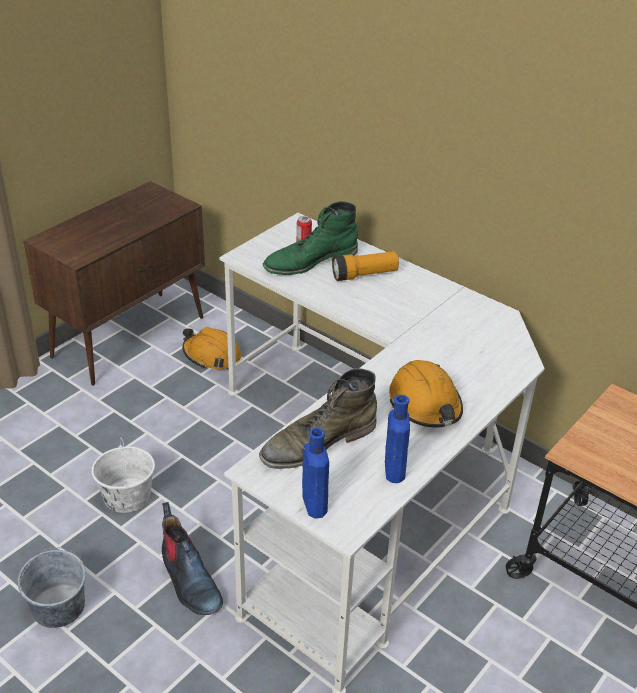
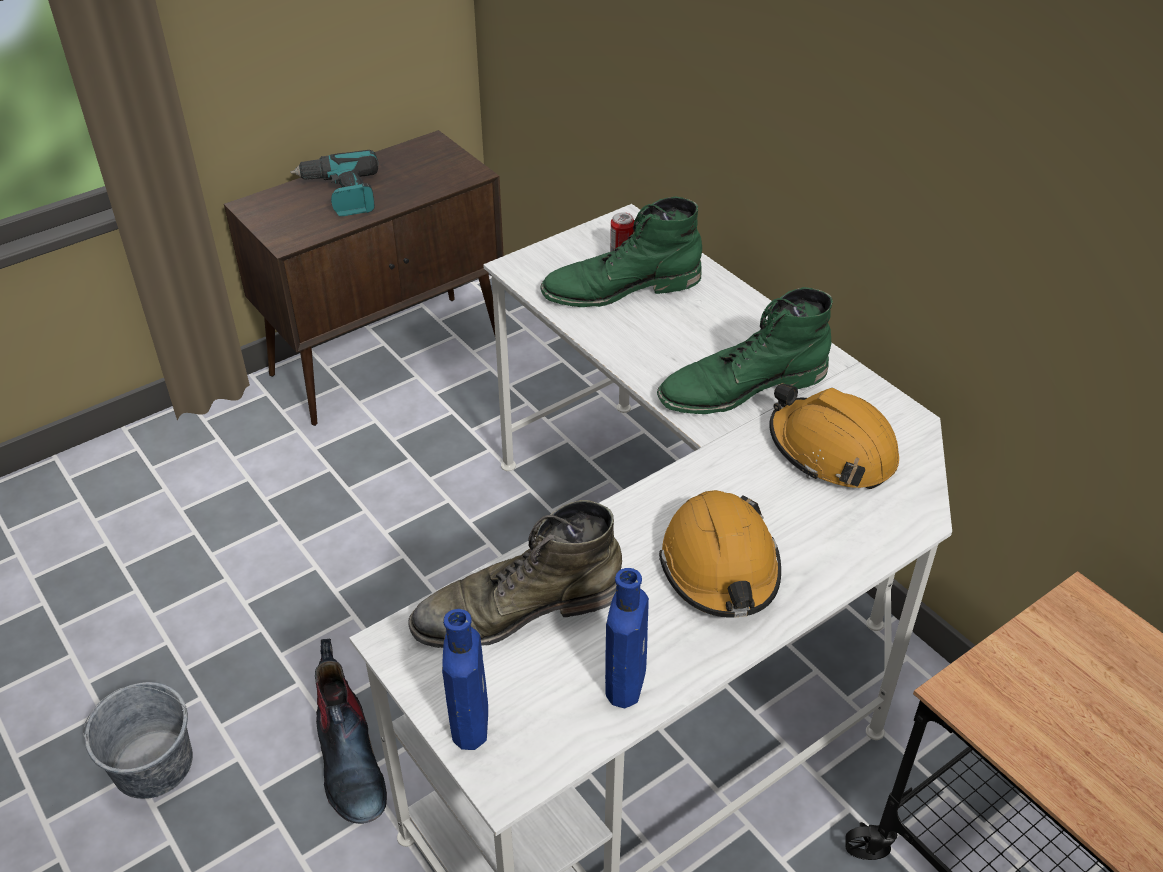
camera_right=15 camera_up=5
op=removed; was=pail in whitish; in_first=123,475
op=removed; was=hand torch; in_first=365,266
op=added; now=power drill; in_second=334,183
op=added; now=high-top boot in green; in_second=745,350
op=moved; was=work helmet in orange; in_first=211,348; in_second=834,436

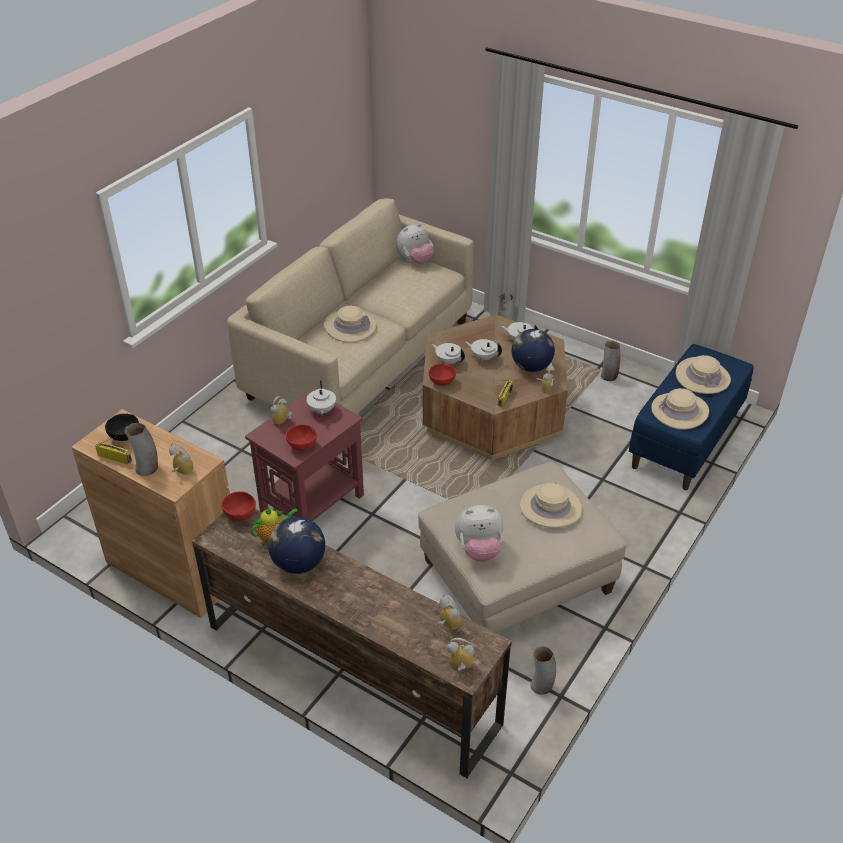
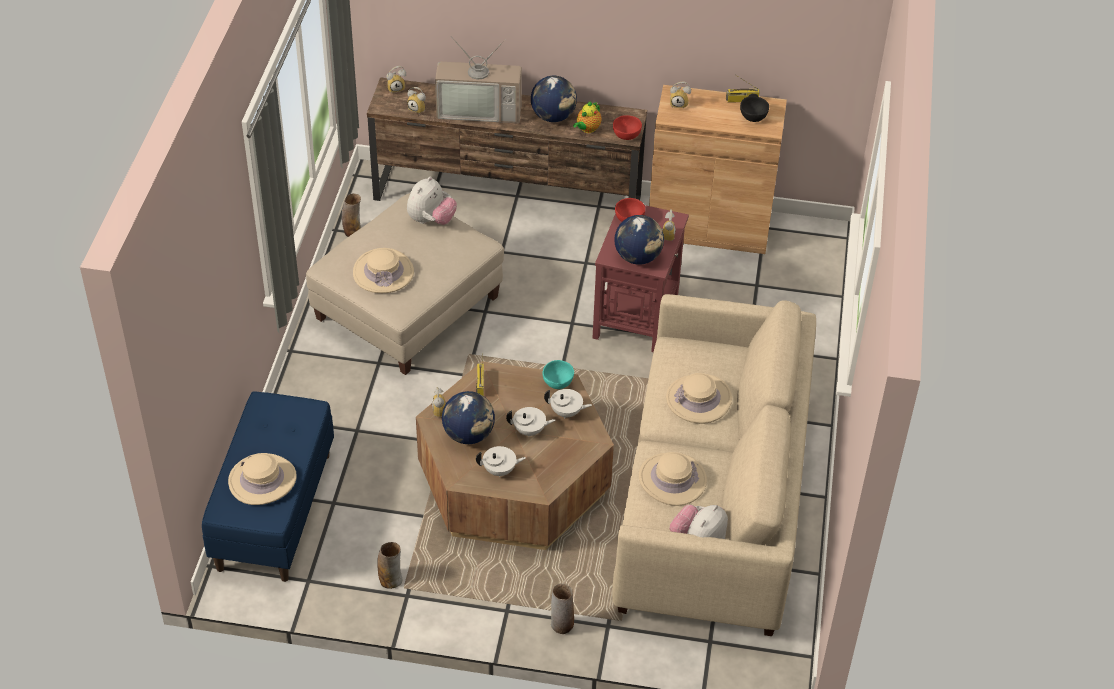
camera_right=155 camera_up=5
op=removed; was=flower vase; in_first=141,449
op=added; now=TV set; in_second=478,79
op=moved; was=wearable hat in sand-coloured; in_first=680,409; in_second=673,479
op=replaced; was=tea pot in whitish; now=world globe; in_first=321,398; in_second=639,240
op=recoloured; was=deep dish in reddish; now=deep dish in turquoise-coloured; in_first=442,374; in_second=558,374
op=turned; was=soft toy; in_first=479,533; in_second=432,201; clockwise=150

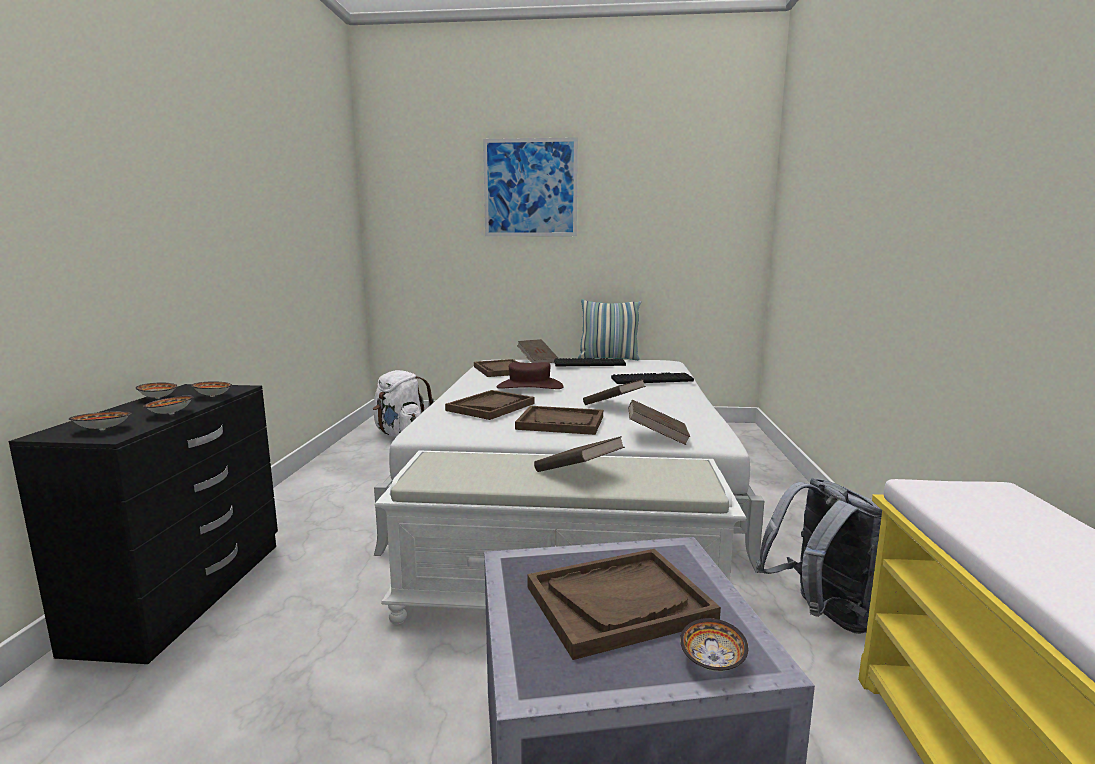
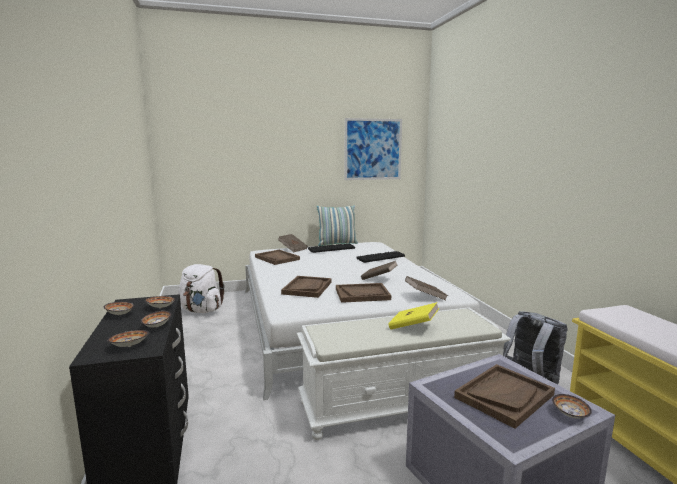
camera_right=-20 camera_up=0
op=removed; was=wearable hat in brown; in_first=530,375
op=moved; was=picture; in_first=530,186; in_second=373,149
op=recoloured; was=volume in brown; now=volume in yellowish; in_first=579,454; in_second=414,315

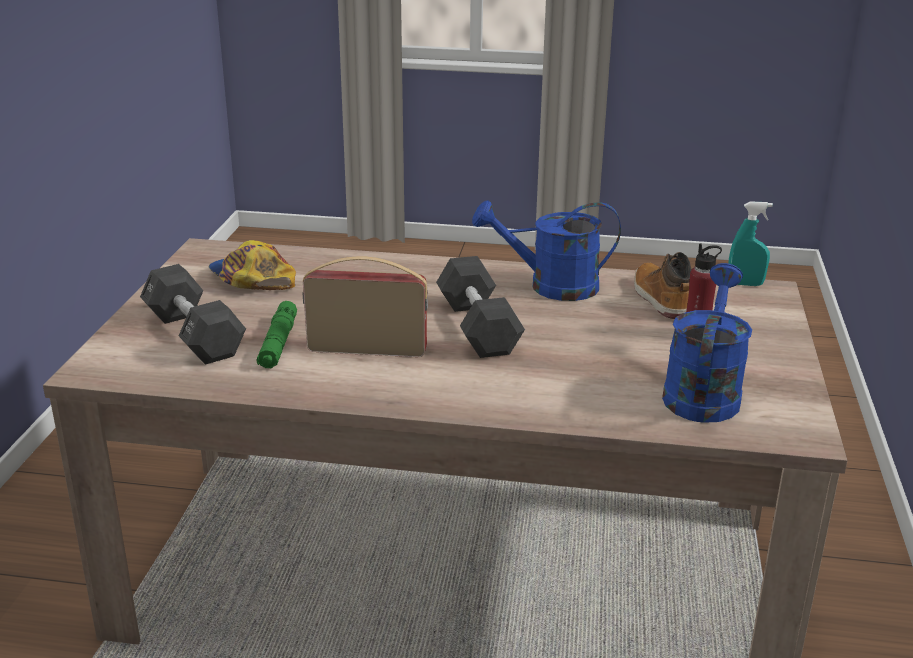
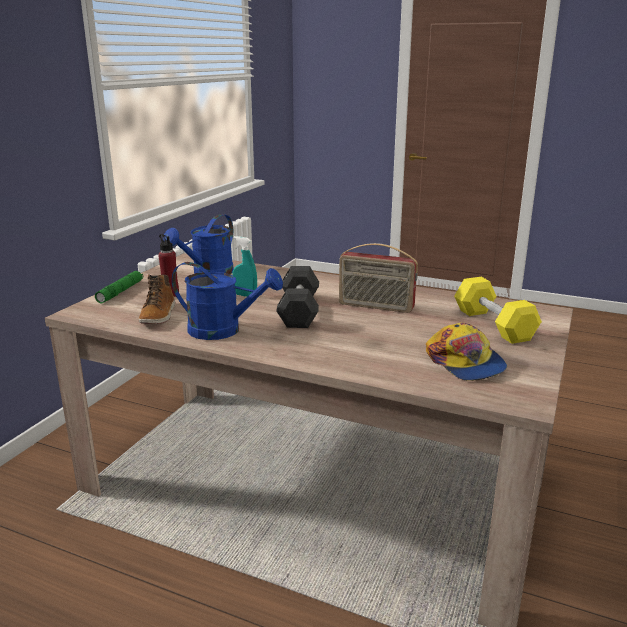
camera_right=-165 camera_up=-5
op=moved; was=hand torch in green; in_first=276,334; in_second=119,287
op=moved; was=sprayer in turquoise-coloured; in_first=750,243; in_second=245,266
op=recoloured; was=hand weight in blackish; now=hand weight in yellowish; in_first=193,314; in_second=498,310

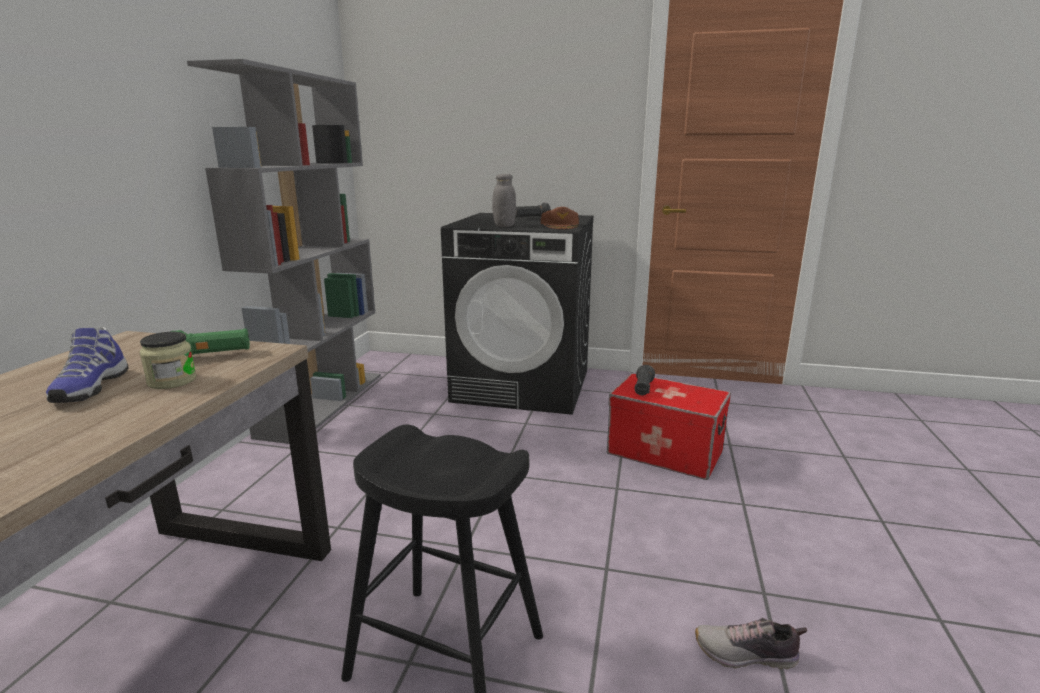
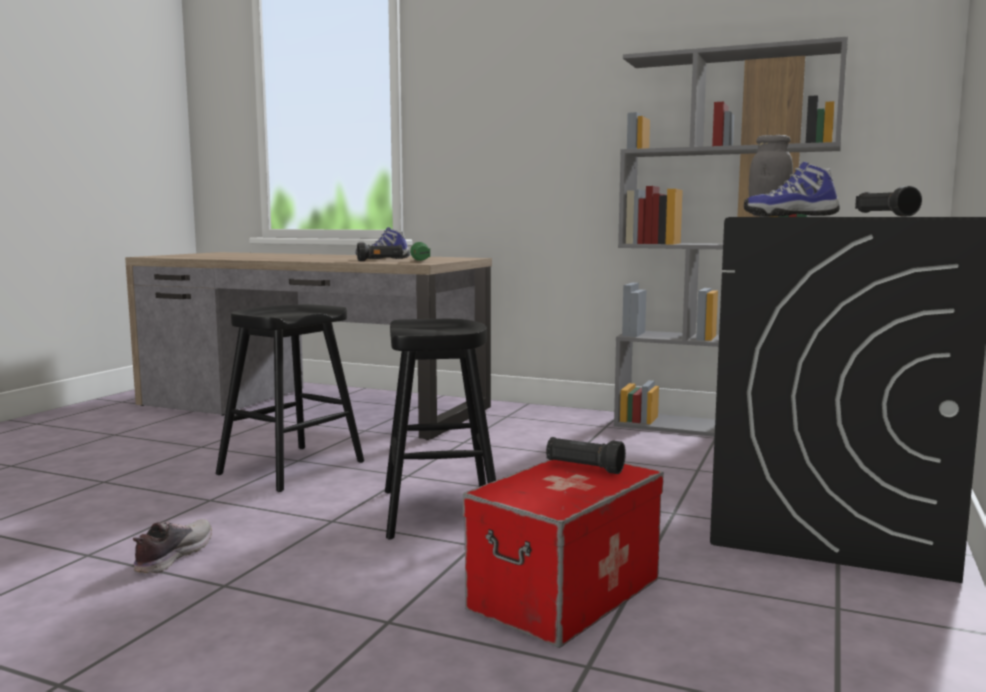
camera_right=100 camera_up=-10
op=added; now=stool seat in blackish; in_second=440,429
op=replaced; was=jar; now=hand torch in blackish; in_first=168,360; in_second=380,251
op=replaced; was=cap in brown; now=item of footwear; in_first=560,218; in_second=792,189

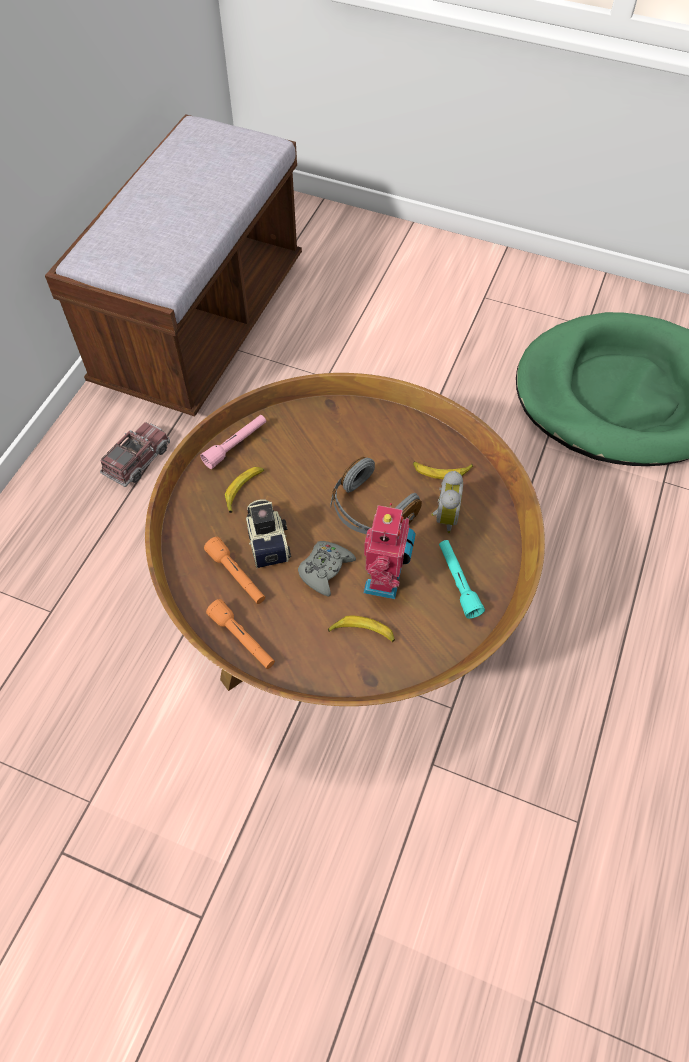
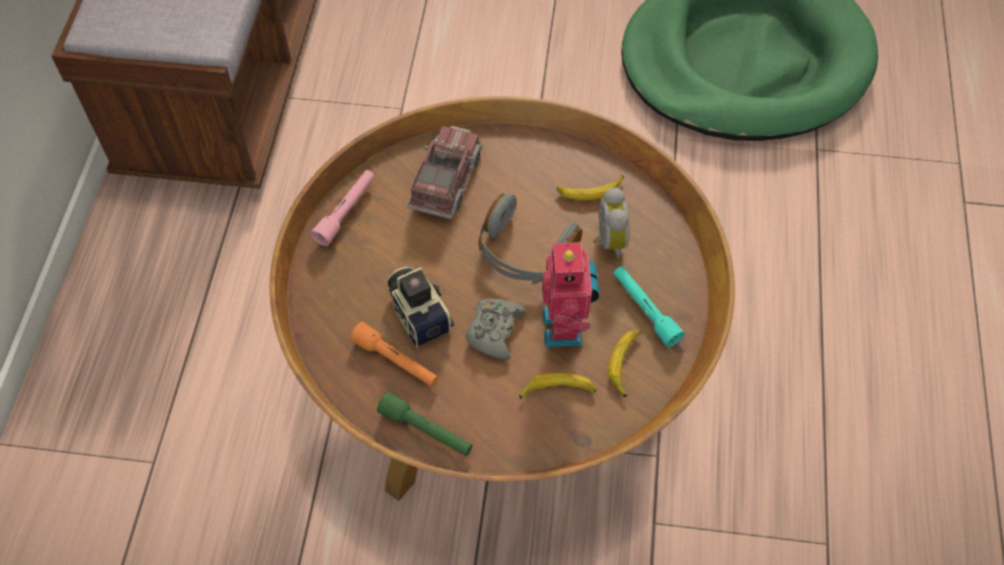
camera_right=-15 camera_up=0
op=moved; was=toy truck; in_first=135,454; in_second=444,172
op=moved; was=banana; in_first=244,490; in_second=624,363
op=recoloured; was=hand torch in orange; now=hand torch in green; in_first=240,634; in_second=425,423

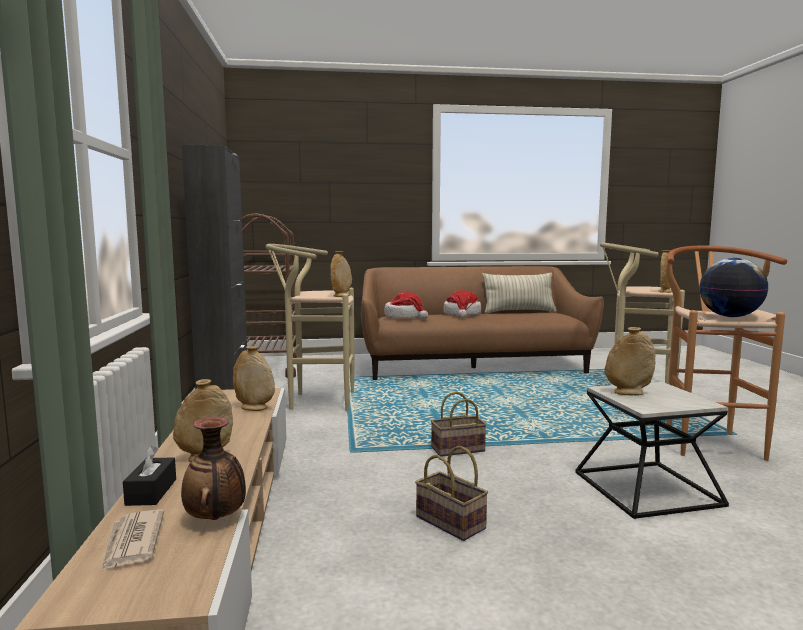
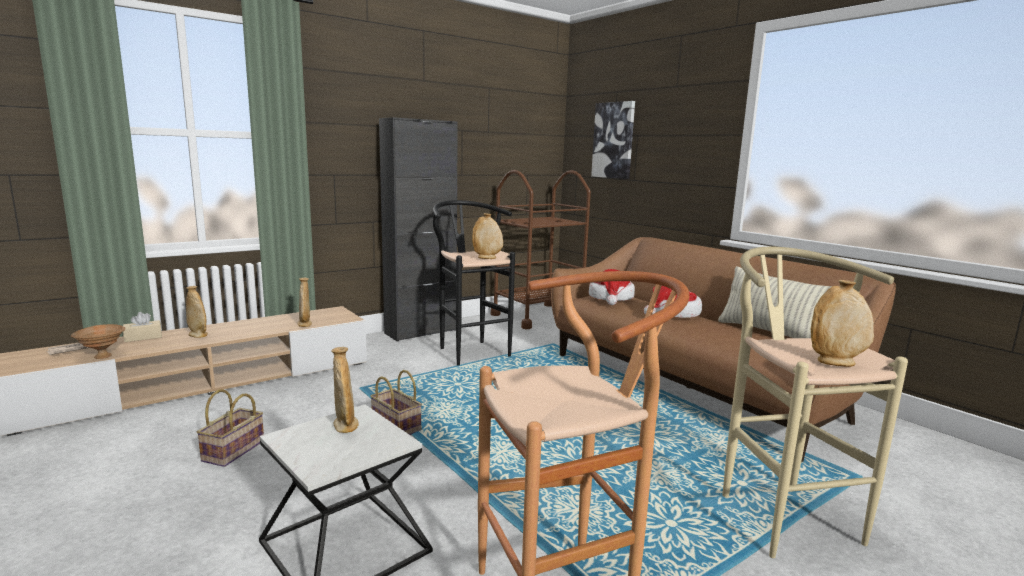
camera_right=60 camera_up=5
op=removed; was=world globe; in_first=733,287
op=added; now=picture; in_second=613,140
op=replaced; was=flower vase; now=deep dish in brown; in_first=213,468; in_second=98,341
op=recoloured; was=tissue holder in blackish; now=tissue holder in sand-coloured; in_first=149,476; in_second=142,327
op=recoloured; was=stool seat in sand-coloured; now=stool seat in blackish; in_first=310,327; in_second=474,283

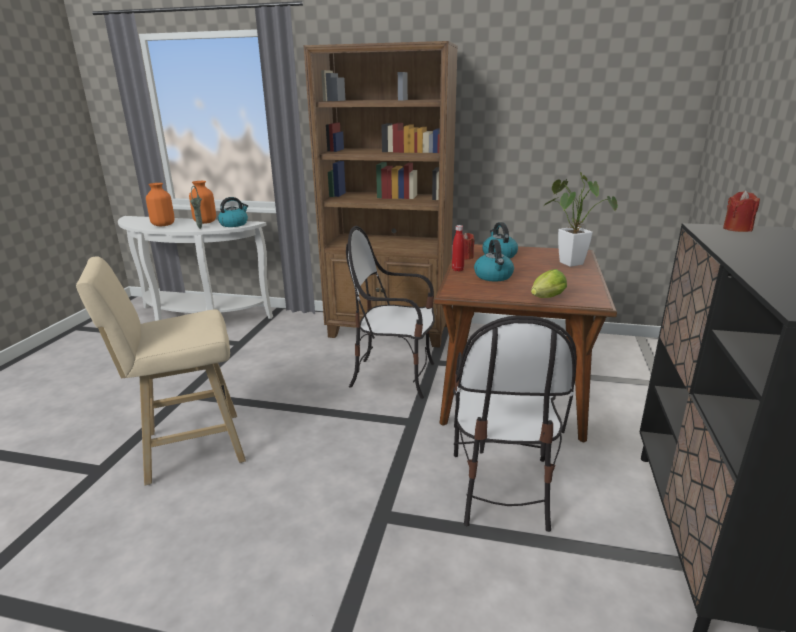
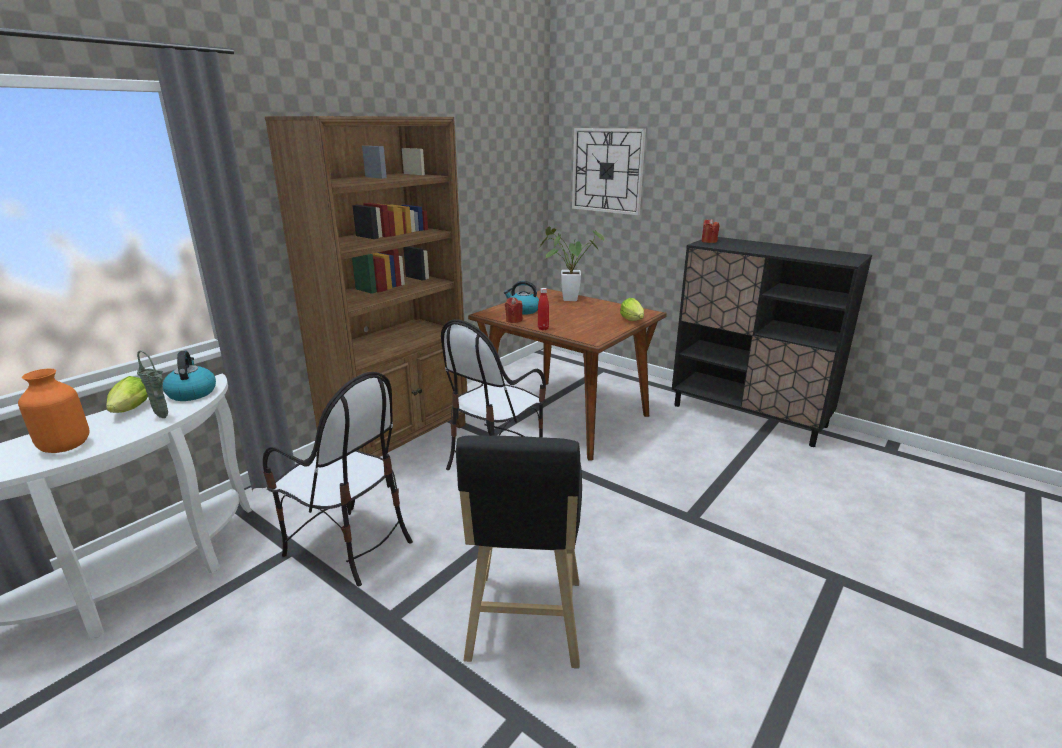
camera_right=-65 camera_up=0
op=removed; was=kettle; in_first=494,260
op=added; now=clock on the wall; in_second=609,171
op=moved; was=upright chair; in_first=515,423; in_second=338,479
op=replaced; was=flower vase in orange; now=lettuce head; in_first=202,202; in_second=127,394
op=recoloured; was=stool seat in sand-coloured; now=stool seat in blackish; in_first=161,370; in_second=519,552

